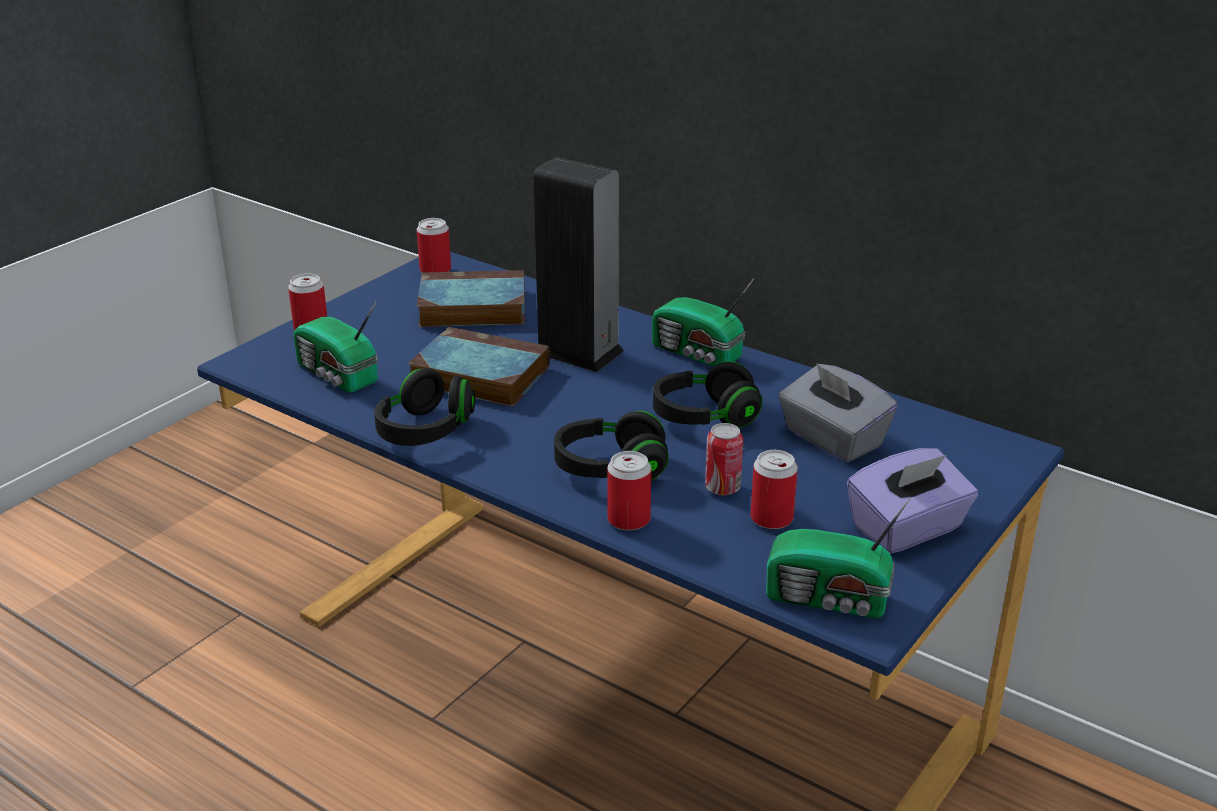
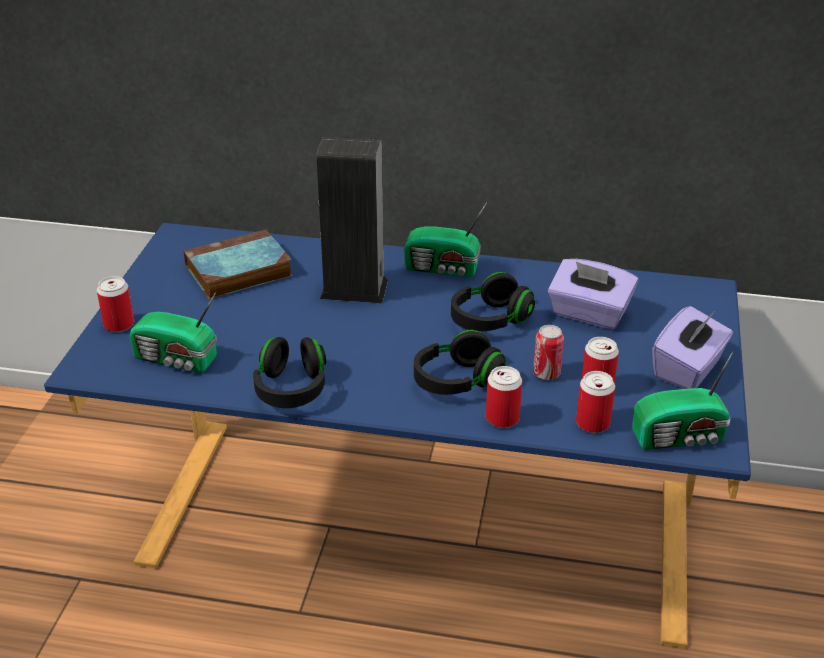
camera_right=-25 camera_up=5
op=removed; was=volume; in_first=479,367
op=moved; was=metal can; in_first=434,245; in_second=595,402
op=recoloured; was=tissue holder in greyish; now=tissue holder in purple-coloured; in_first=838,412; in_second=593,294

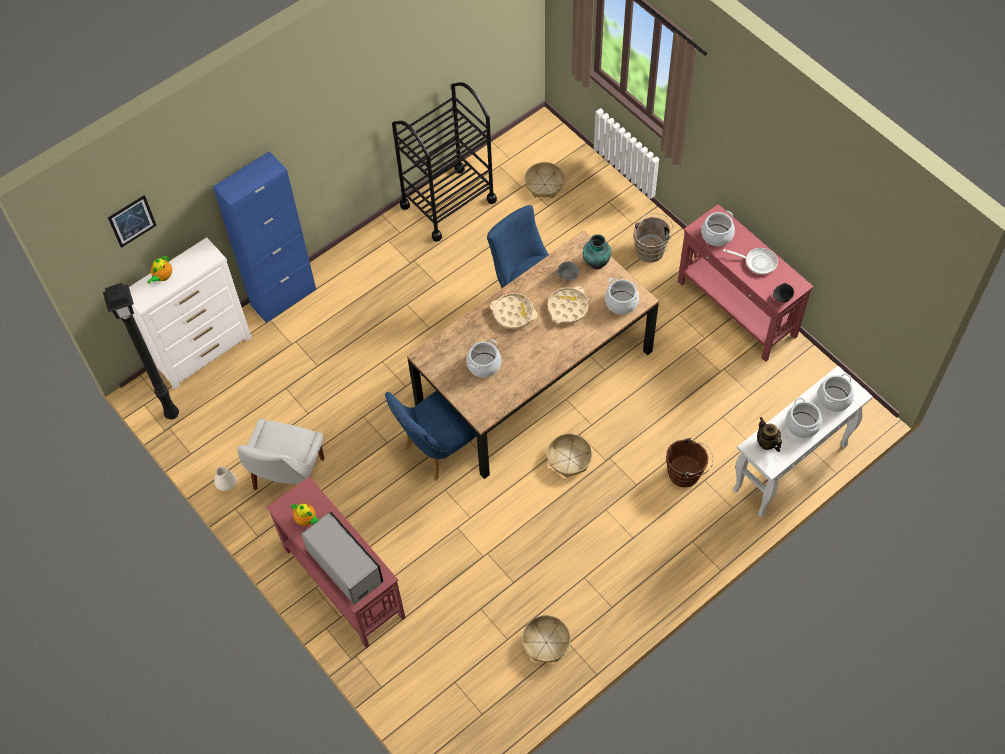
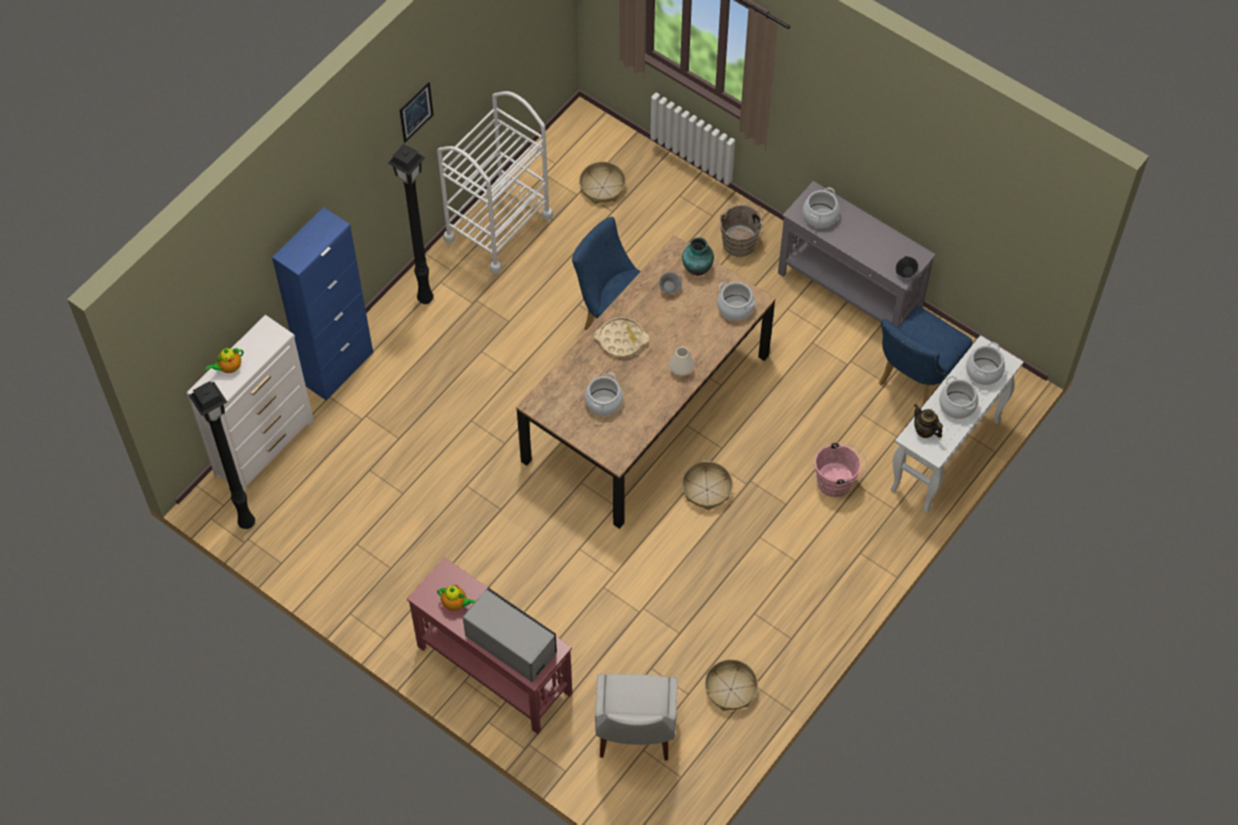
camera_right=-15 camera_up=0
op=removed; was=serving tray in sand-coloured; in_first=568,304
op=removed; was=frying pan; in_first=750,261
op=added; now=floor lamp in blackish; in_second=411,224
op=moved; was=picture; in_first=132,221; in_second=416,112
op=moved; was=flower vase in whitish; in_first=225,479; in_second=681,361
op=moved; was=upright chair in whitish; in_first=281,454; in_second=636,717
op=moved; was=upright chair in blue; in_first=431,436; in_second=925,356
op=recoloured; was=cart in blackish; now=cart in whitish; in_first=444,162; in_second=495,182
op=recoloured; was=pail in brown; now=pail in pink; in_first=690,462; in_second=840,469
op=recoloured; was=hall table in reddish; now=hall table in greyish; in_first=746,283; in_second=857,254
op=turned; was=tea pot; in_first=159,269; in_second=224,360; clockwise=45

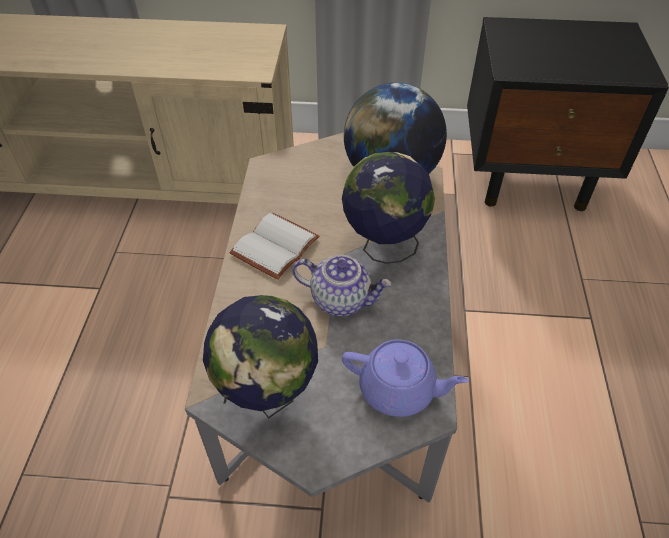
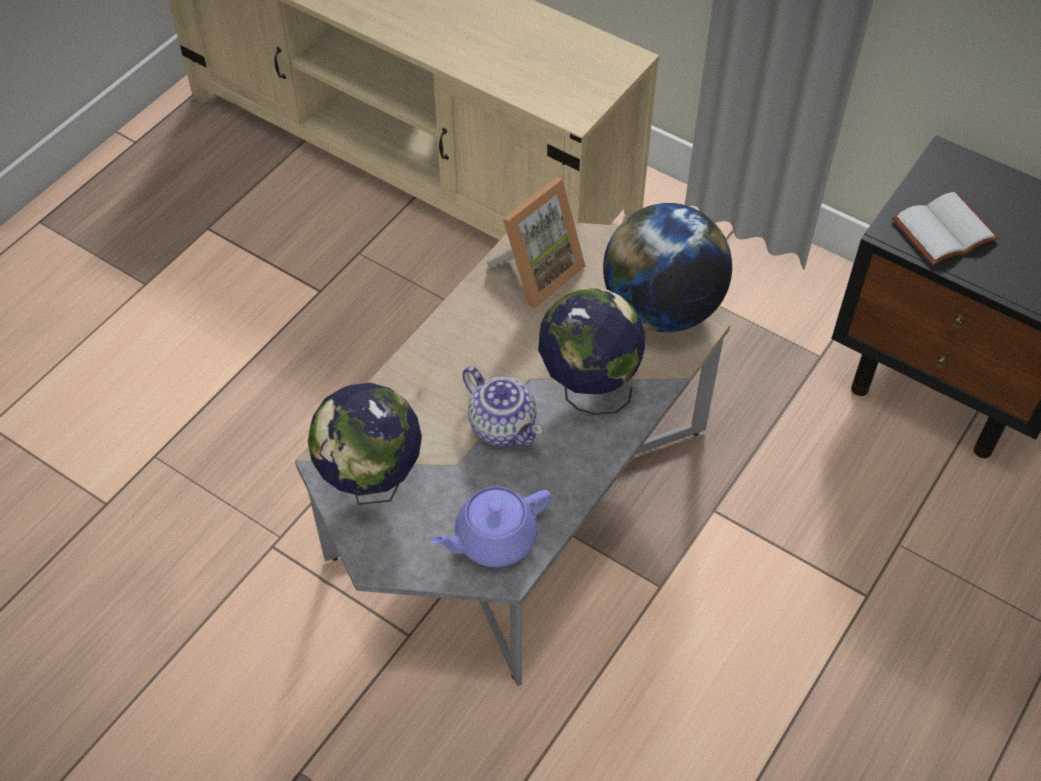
camera_right=30 camera_up=5
op=added; now=photo frame; in_second=536,242
op=moved; was=volume in whitish; in_first=274,246; in_second=945,228
op=turned; was=tea pot in purple-coloured; in_first=405,378; in_second=491,526; clockwise=105

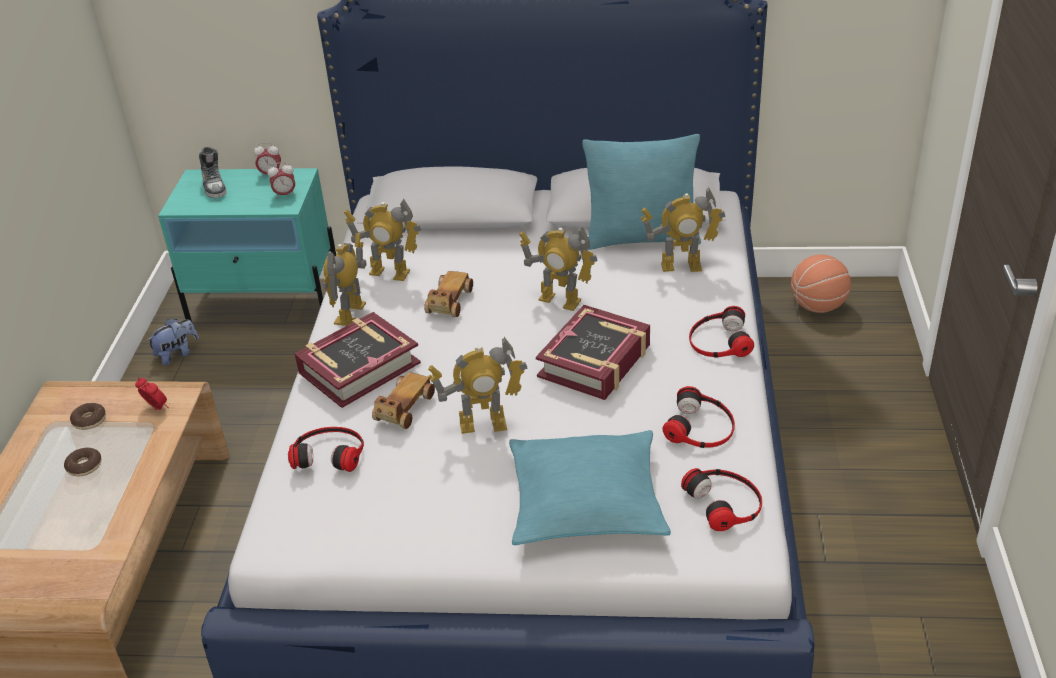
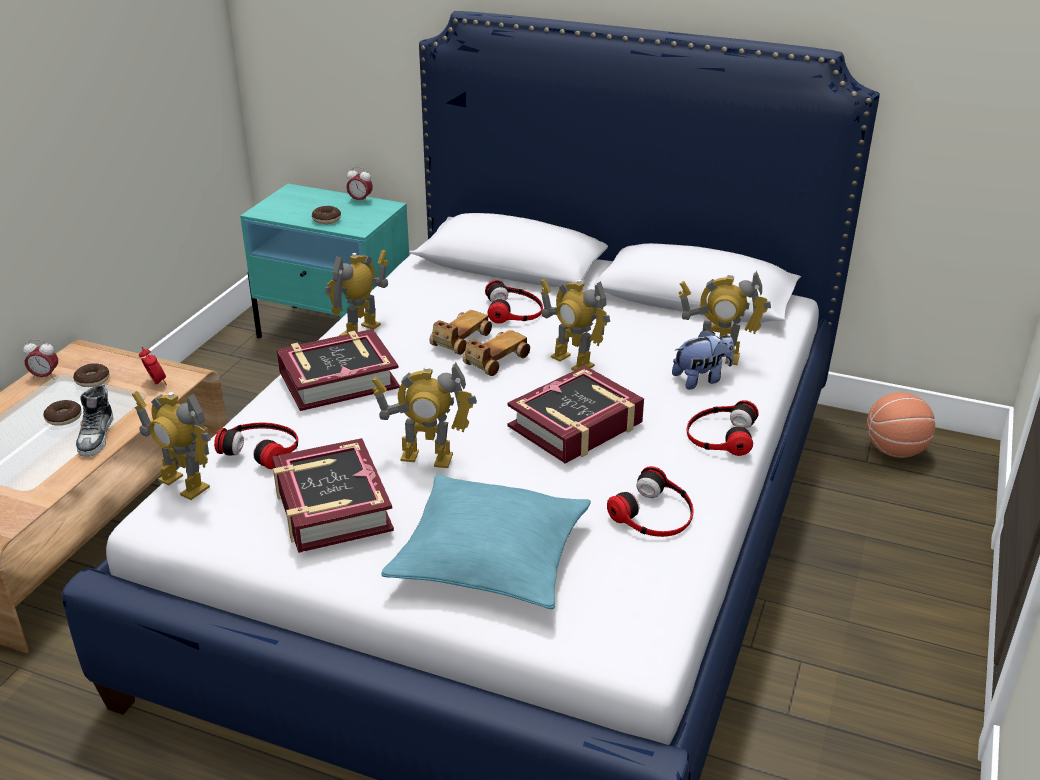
camera_right=15 camera_up=-5
op=removed; was=throw pillow in turquoise-coloured; in_first=641,192
op=added; now=volume; in_second=333,495
op=added; now=donut; in_second=326,215
op=moved; was=soft toy; in_first=172,342; in_second=703,359
op=moved; was=item of footwear; in_first=212,172; in_second=95,420
op=moved; was=table clock; in_first=281,180; in_second=40,360
op=moved; was=robot figure; in_first=382,240; in_second=171,445
op=moved; was=miniature car; in_first=403,400; in_second=496,353
op=moved; was=pair of headphones; in_first=721,499; in_second=514,301

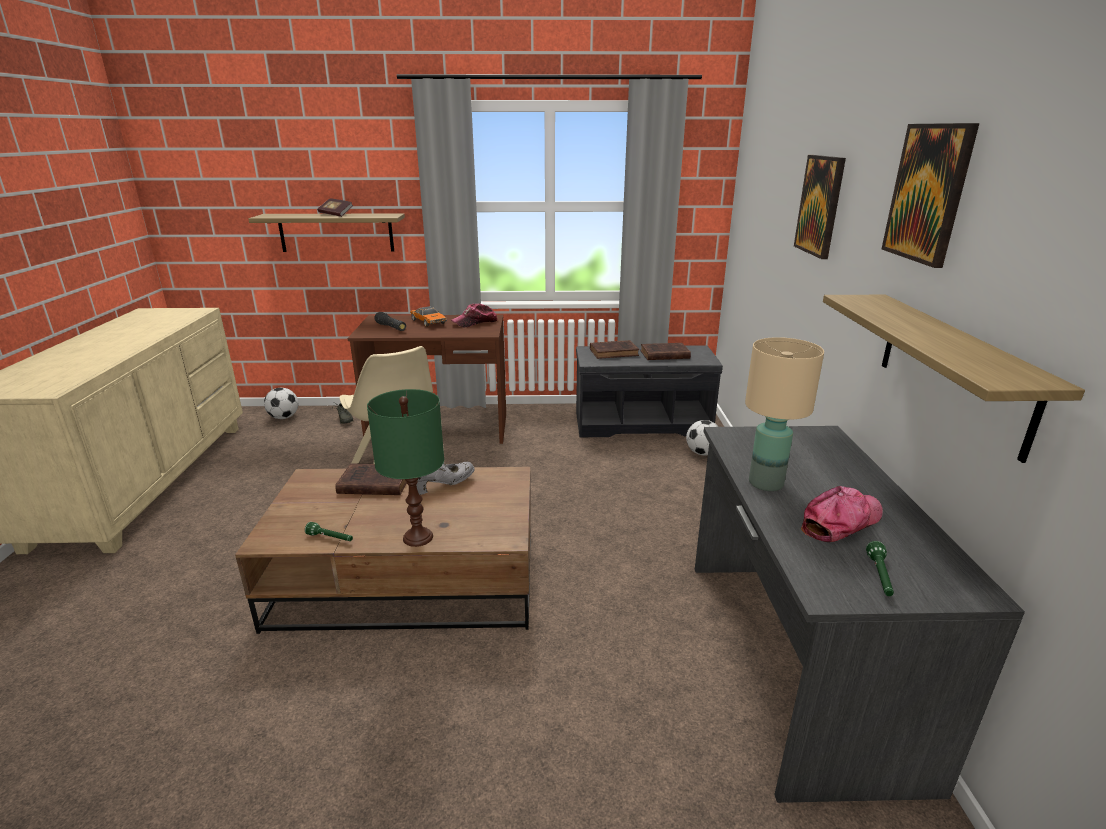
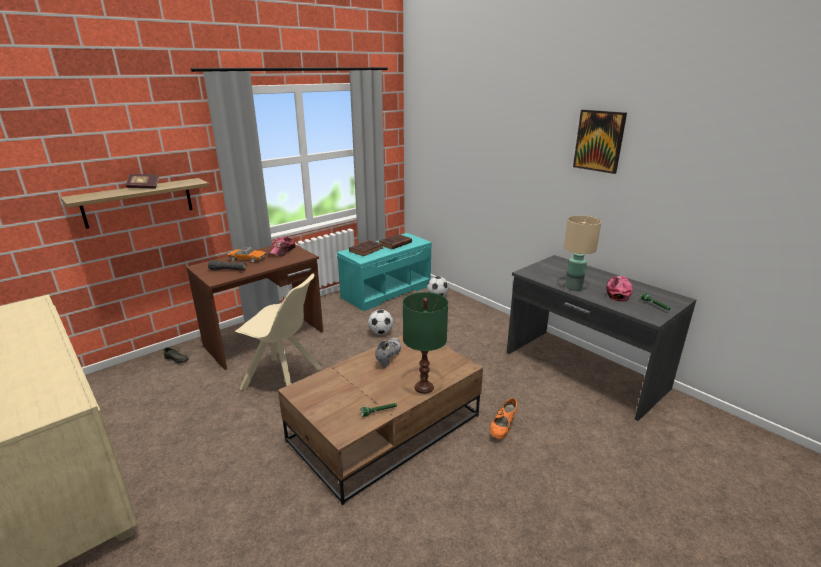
camera_right=-40 camera_up=0
op=removed; was=volume in brown; in_first=371,479
op=removed; was=picture; in_first=820,207
op=removed; was=wall shelf; in_first=954,379
op=added; now=item of footwear in orange; in_second=503,418
op=moved; was=ball for football; in_first=281,403; in_second=380,322
op=recoloured; was=bench in greyish; now=bench in turquoise-coloured; in_first=649,391; in_second=384,272

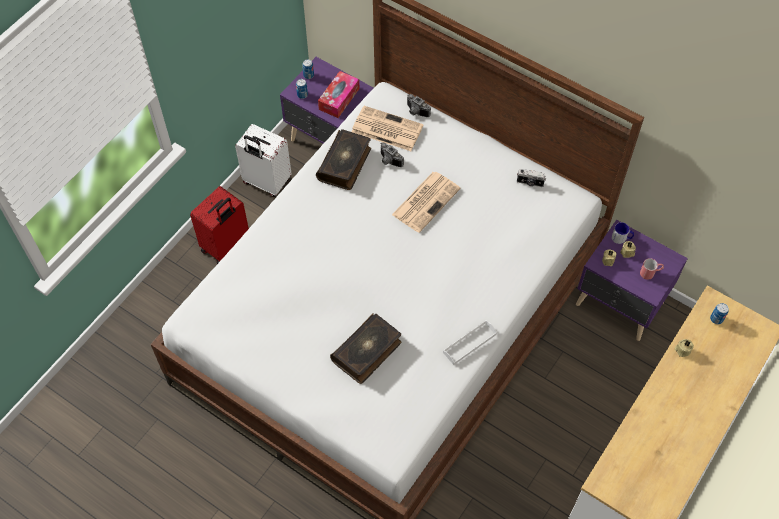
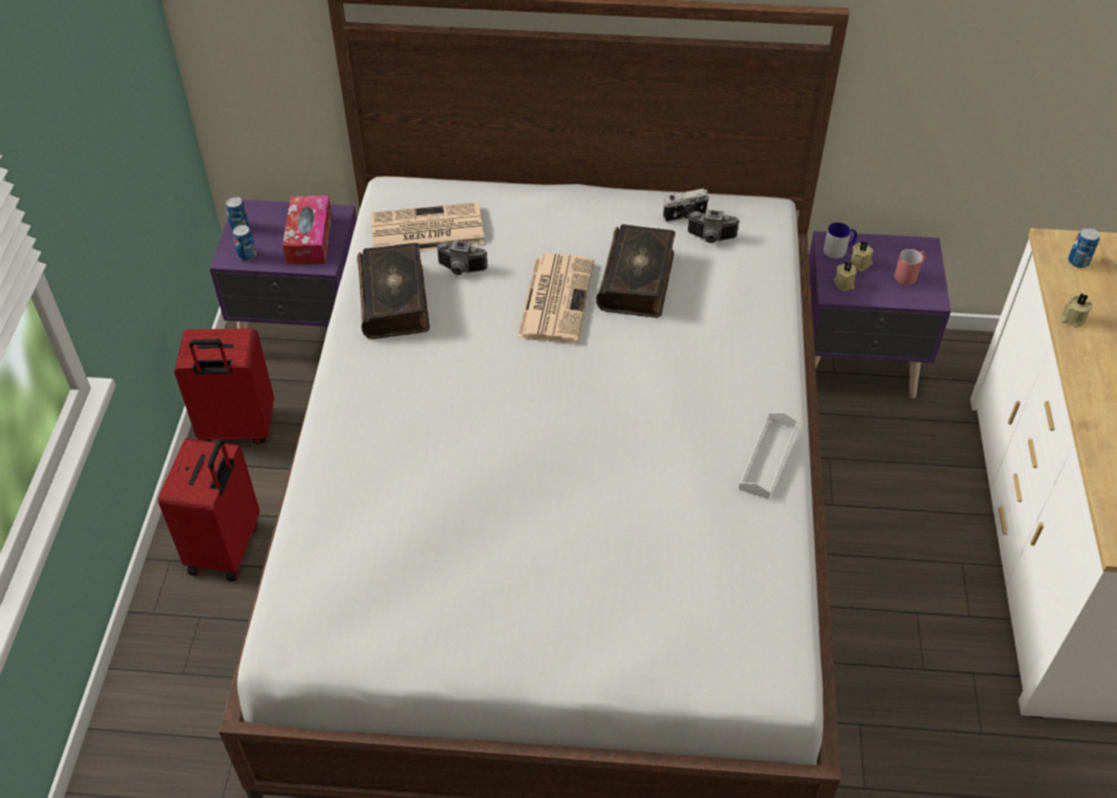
camera_right=-30 camera_up=-10
op=moved; was=volume; in_first=365,348; in_second=635,271
op=moved; was=photo camera; in_first=419,105; in_second=714,226
op=recoloured; was=piece of luggage in whitish; now=piece of luggage in reddish; in_first=263,160; in_second=224,386

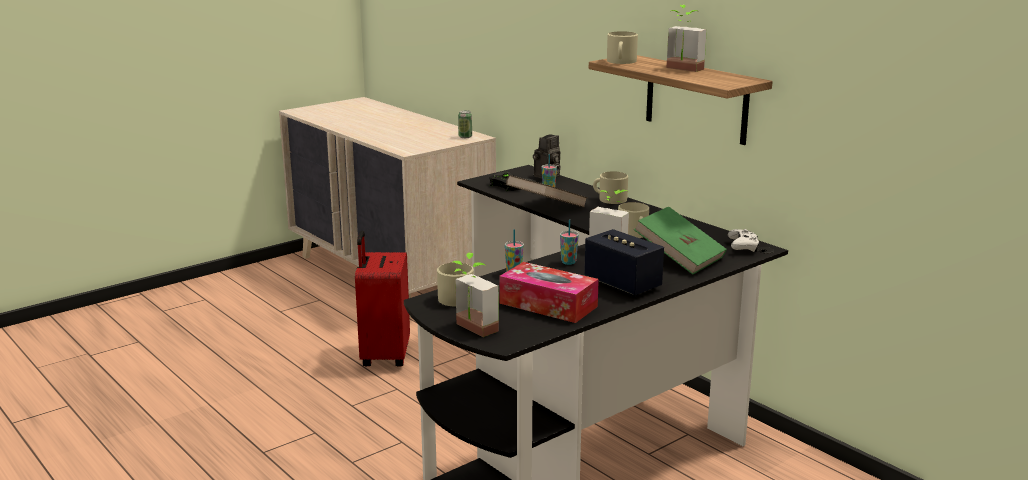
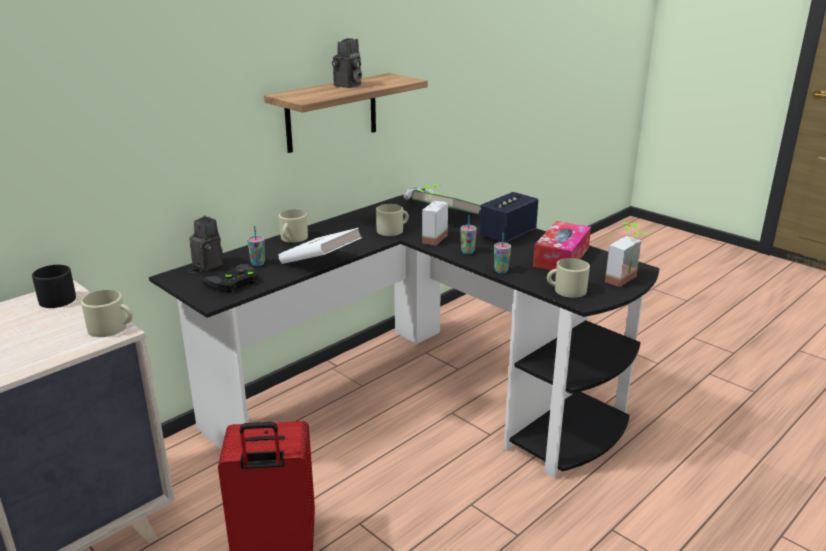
camera_right=-95 camera_up=5
op=moved; was=mug in sand-coloured; in_first=622,47; in_second=107,313
op=replaced; was=metal can; now=mug in blackish; in_first=465,124; in_second=54,286
op=replaced; was=plant in a pot; now=photo camera; in_first=687,38; in_second=347,63
op=recoloured; was=volume in brown; now=volume in whitish; in_first=546,191; in_second=321,246

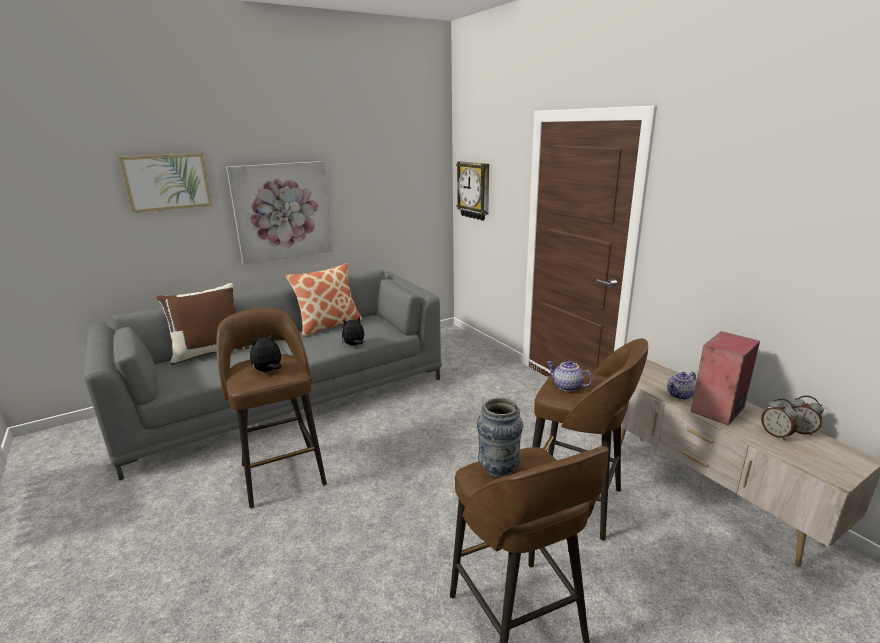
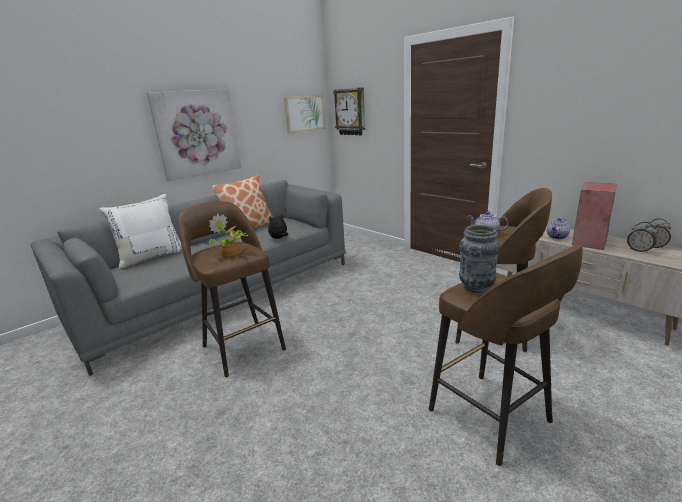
camera_right=-10 camera_up=0
op=moved; was=picture; in_first=165,183; in_second=304,114
op=replaced; was=soft toy; now=plant in a pot; in_first=266,352; in_second=228,234
op=recoloured; was=throw pillow in brown; now=throw pillow in whitish; in_first=203,324; in_second=141,232

